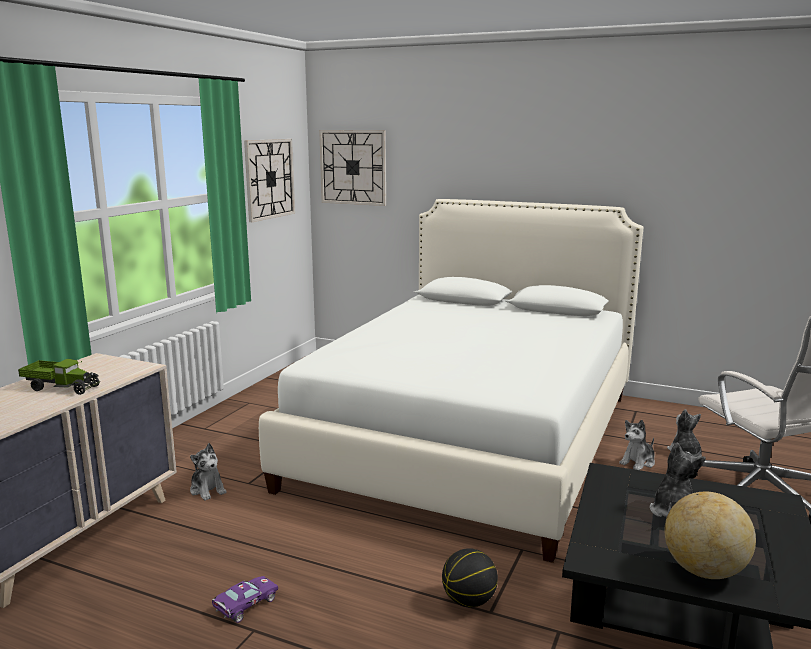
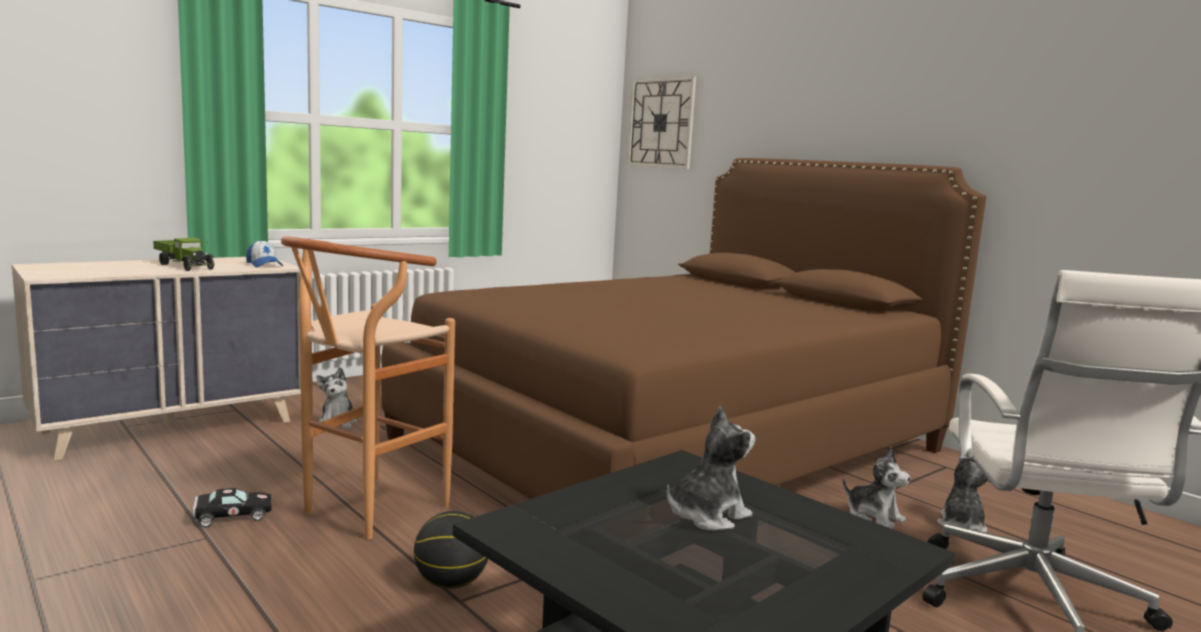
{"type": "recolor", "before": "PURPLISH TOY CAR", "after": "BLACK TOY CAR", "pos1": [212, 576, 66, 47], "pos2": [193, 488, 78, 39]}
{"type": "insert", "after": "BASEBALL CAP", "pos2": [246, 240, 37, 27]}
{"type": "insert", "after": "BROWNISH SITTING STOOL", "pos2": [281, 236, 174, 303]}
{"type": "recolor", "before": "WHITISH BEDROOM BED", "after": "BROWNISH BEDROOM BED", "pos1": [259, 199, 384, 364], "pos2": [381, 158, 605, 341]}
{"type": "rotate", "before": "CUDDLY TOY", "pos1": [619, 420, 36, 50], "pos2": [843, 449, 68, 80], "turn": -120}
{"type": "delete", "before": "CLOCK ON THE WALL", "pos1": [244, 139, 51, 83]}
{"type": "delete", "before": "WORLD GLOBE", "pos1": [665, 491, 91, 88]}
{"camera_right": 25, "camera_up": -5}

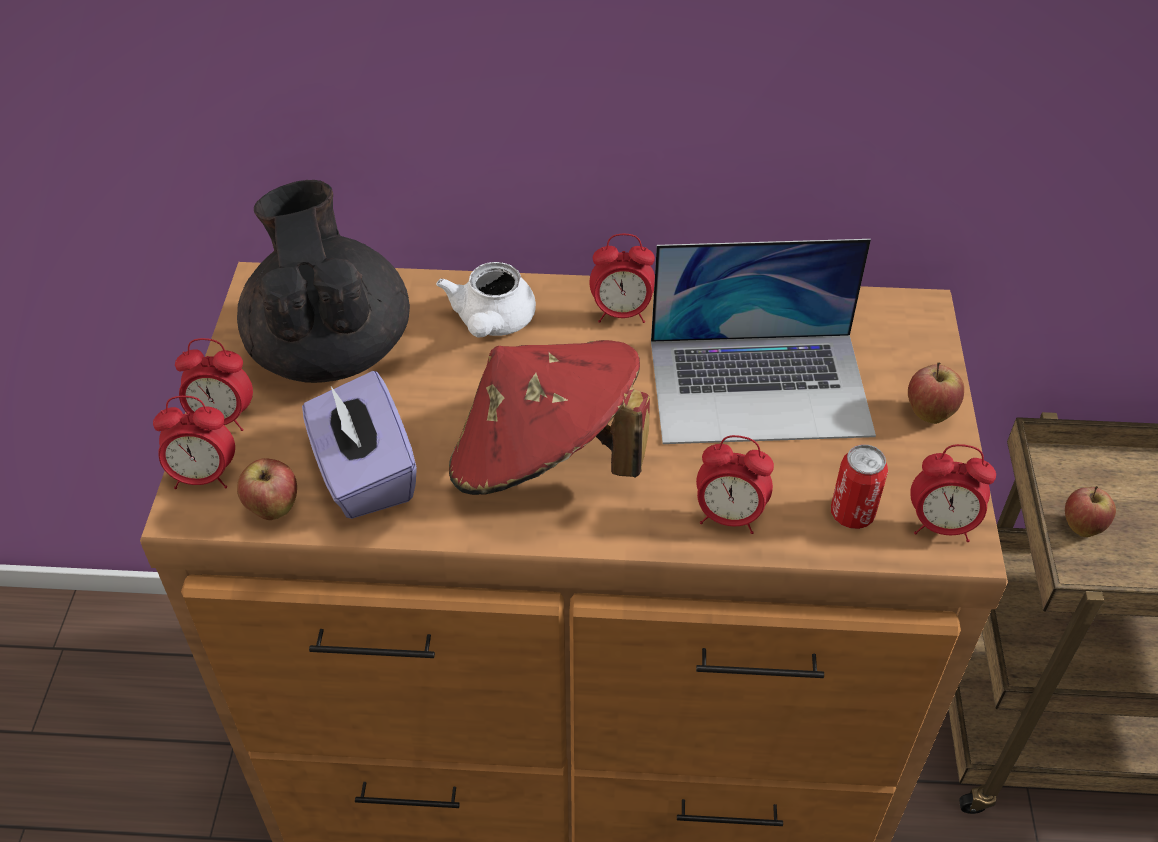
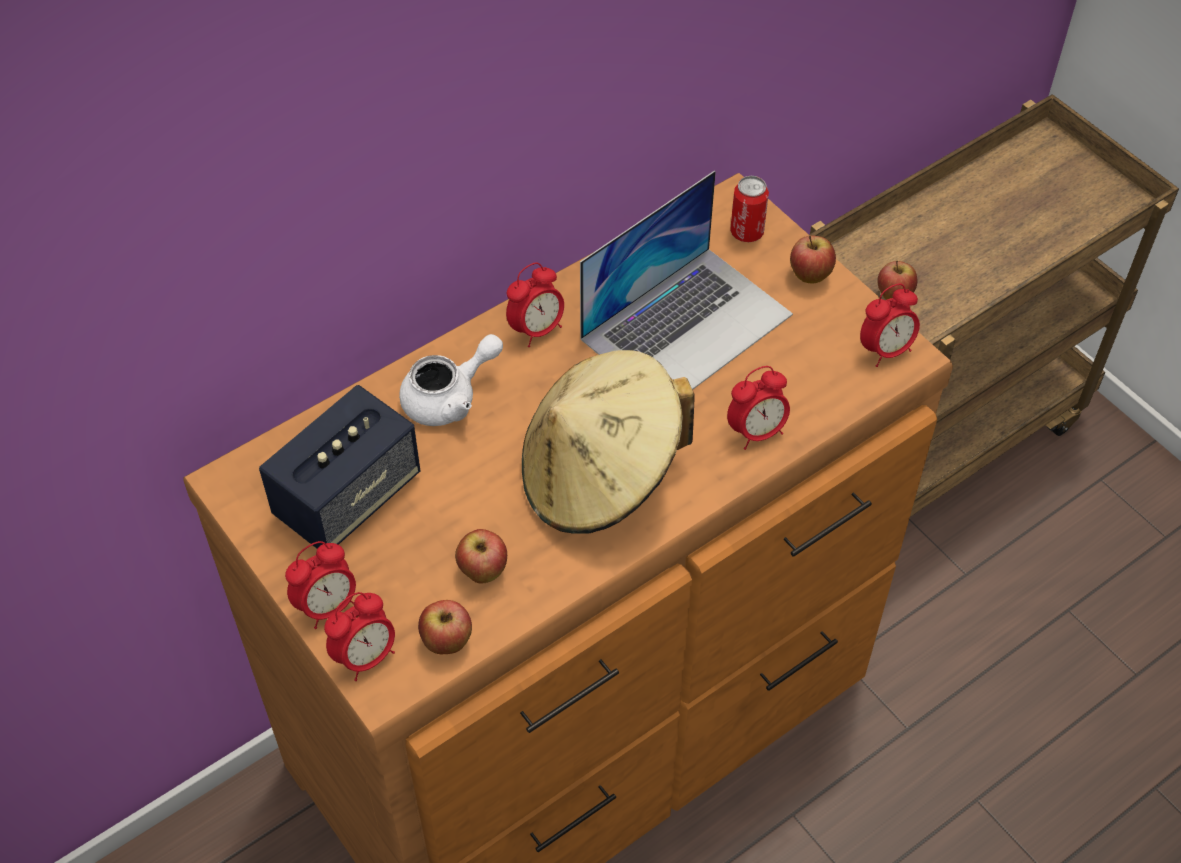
{"type": "replace", "before": "BLACK TEA POT", "after": "AUDIO SPEAKER", "pos1": [237, 180, 173, 203], "pos2": [259, 385, 161, 164]}
{"type": "rotate", "before": "WHITISH TEA POT", "pos1": [436, 262, 100, 75], "pos2": [399, 334, 104, 92], "turn": -90}
{"type": "replace", "before": "PURPLISH BOX OF TISSUES", "after": "APPLE", "pos1": [302, 371, 115, 148], "pos2": [455, 529, 52, 55]}
{"type": "recolor", "before": "REDDISH HAT", "after": "BEIGE HAT", "pos1": [449, 340, 201, 155], "pos2": [522, 350, 172, 184]}
{"type": "move", "before": "METAL CAN", "pos1": [831, 444, 57, 85], "pos2": [730, 176, 39, 66]}
{"camera_right": -40, "camera_up": 5}

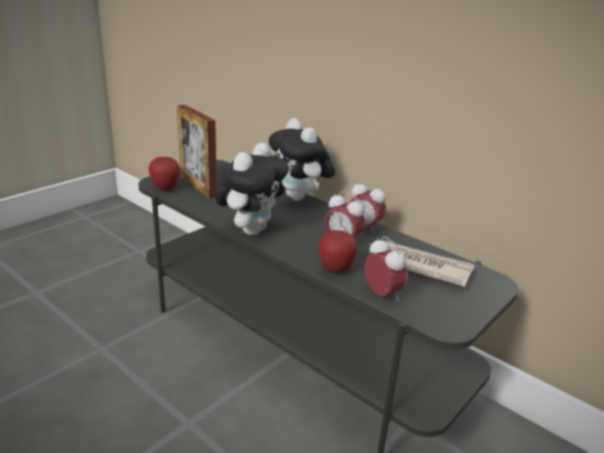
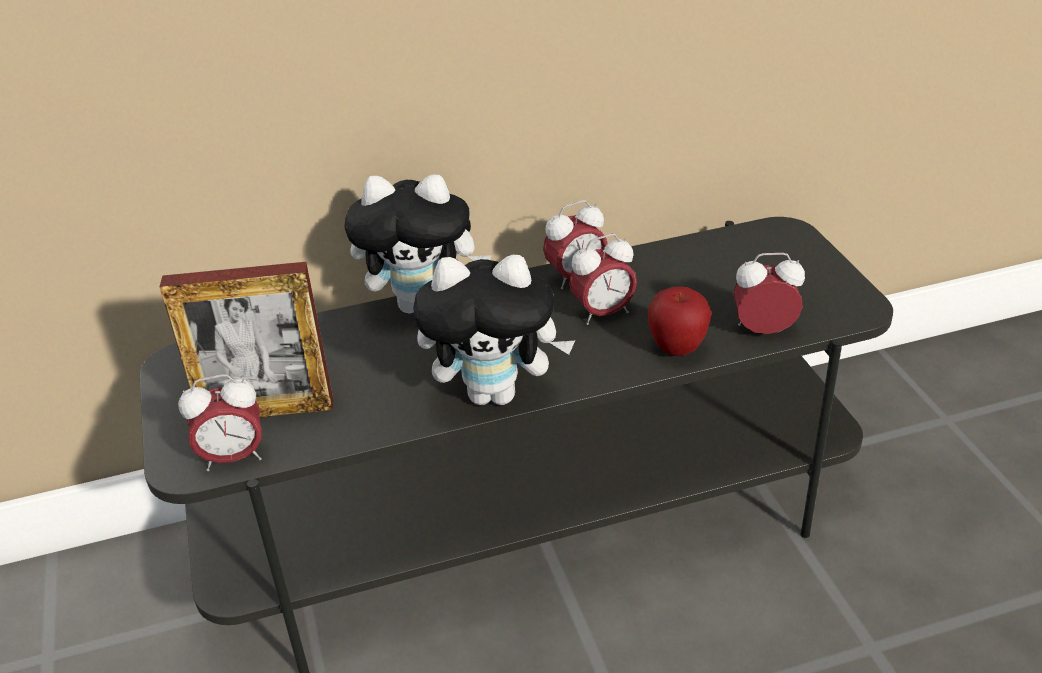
{"type": "replace", "before": "APPLE", "after": "BEDSIDE CLOCK", "pos1": [148, 157, 32, 33], "pos2": [178, 374, 84, 97]}
{"type": "rotate", "before": "CUDDLY TOY", "pos1": [215, 143, 74, 92], "pos2": [413, 255, 162, 150], "turn": 120}
{"type": "delete", "before": "PRINTED PAPER", "pos1": [374, 241, 101, 46]}
{"camera_right": -55, "camera_up": 10}

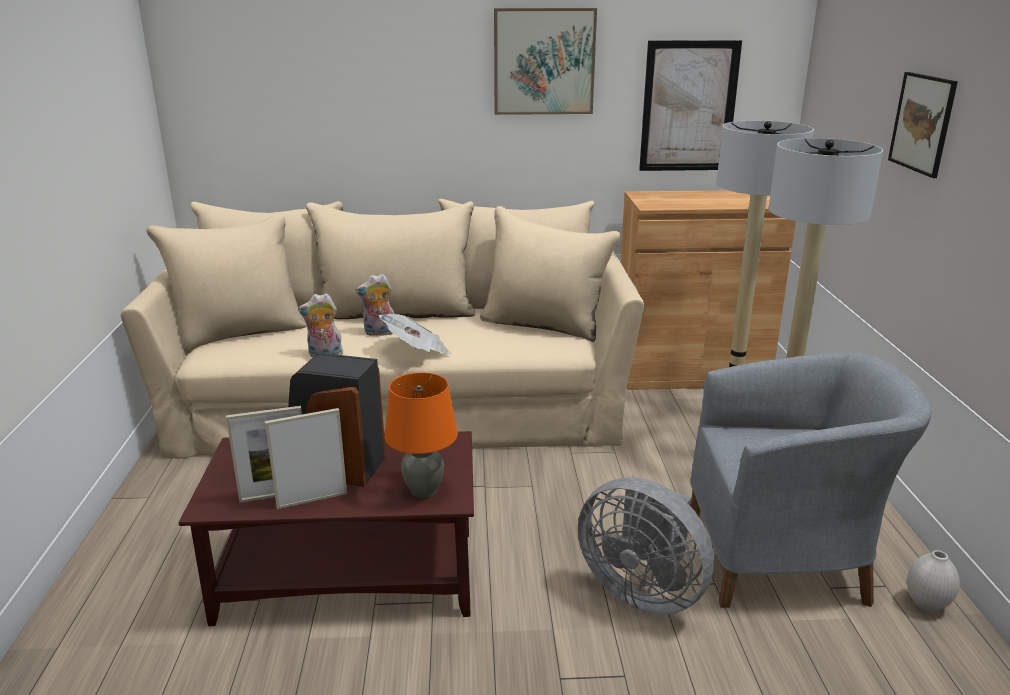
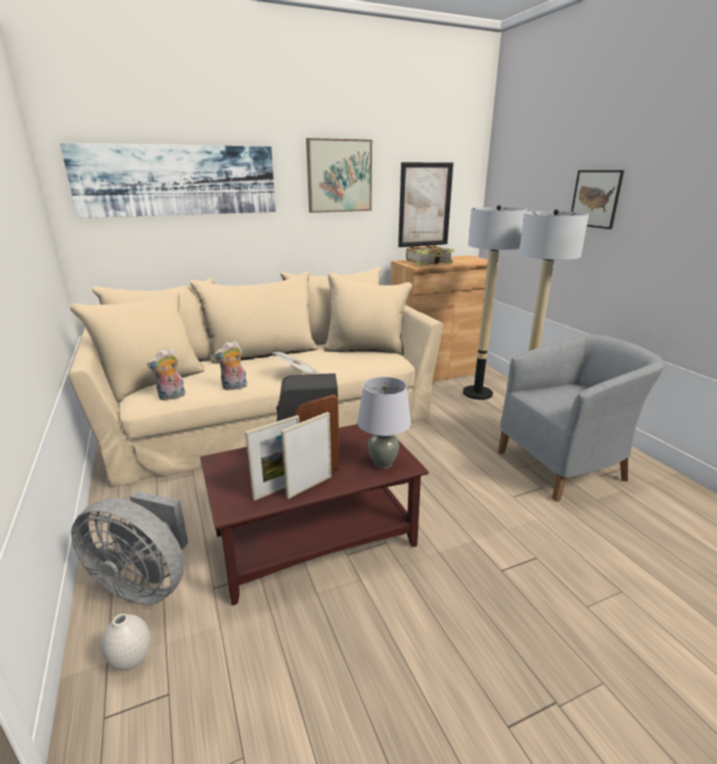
{"type": "insert", "after": "PICTURE", "pos2": [60, 143, 216, 75]}
{"type": "move", "before": "GRAY COOLING FAN", "pos1": [578, 476, 136, 139], "pos2": [71, 491, 117, 114]}
{"type": "move", "before": "WHITISH FLOWER VASE", "pos1": [907, 550, 53, 61], "pos2": [101, 614, 50, 56]}
{"type": "move", "before": "CUDDLY TOY", "pos1": [355, 274, 40, 62], "pos2": [147, 348, 39, 52]}
{"type": "recolor", "before": "ORANGE TABLE LAMP", "after": "GRAY TABLE LAMP", "pos1": [384, 372, 74, 126], "pos2": [357, 377, 54, 92]}
{"type": "insert", "after": "VOLUME", "pos2": [406, 245, 48, 21]}
{"camera_right": -20, "camera_up": 0}

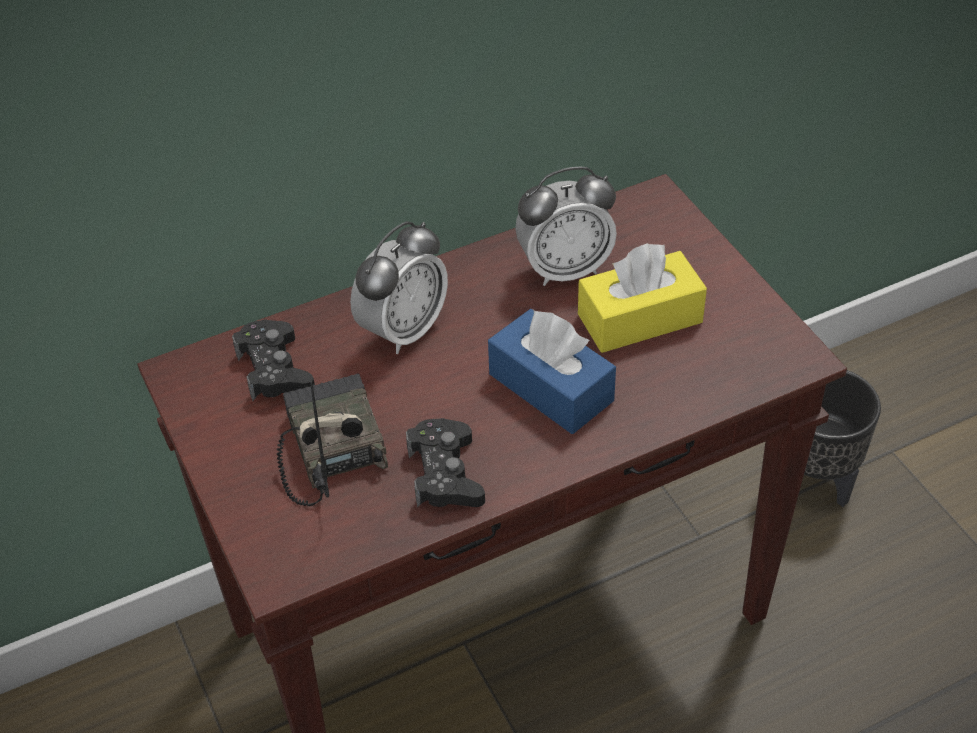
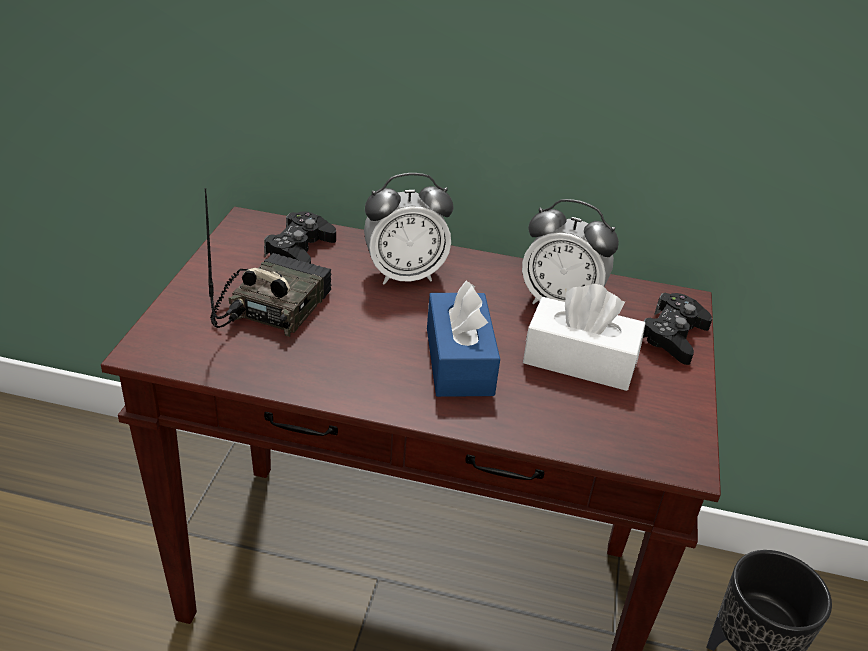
{"type": "recolor", "before": "YELLOW-COLOURED BOX OF TISSUES", "after": "WHITISH BOX OF TISSUES", "pos1": [578, 243, 129, 110], "pos2": [523, 284, 122, 107]}
{"type": "move", "before": "BLACK GAMEPAD", "pos1": [406, 418, 79, 89], "pos2": [643, 293, 69, 72]}
{"camera_right": 35, "camera_up": -10}

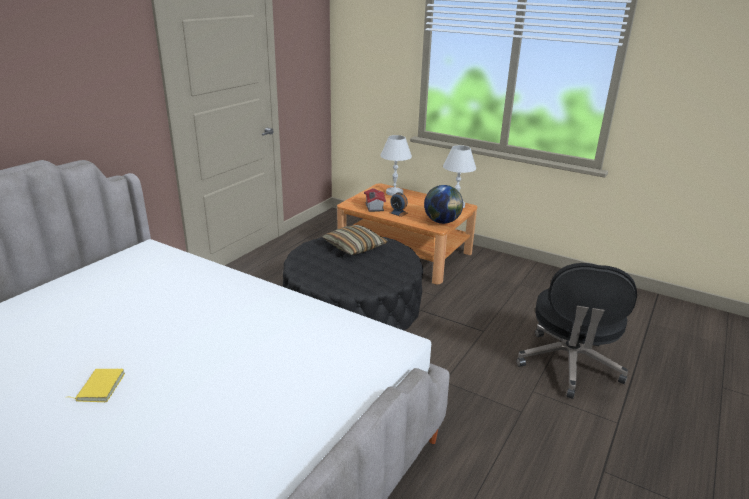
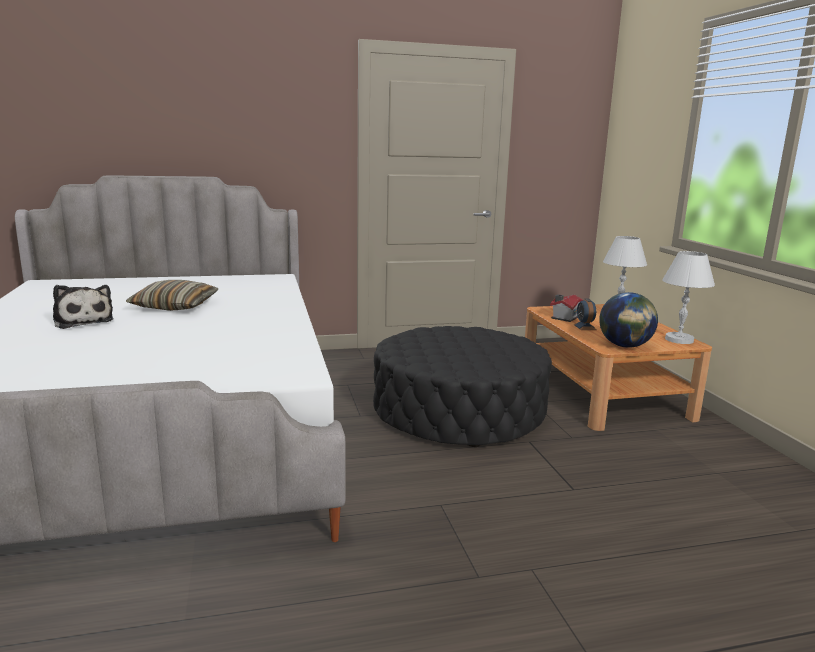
{"type": "replace", "before": "YELLOW-COLOURED VOLUME", "after": "CUDDLY TOY", "pos1": [65, 369, 60, 33], "pos2": [53, 285, 61, 44]}
{"type": "move", "before": "CUSHION", "pos1": [322, 225, 66, 30], "pos2": [126, 280, 92, 31]}
{"type": "delete", "before": "BLACK COMPUTER CHAIR", "pos1": [516, 263, 121, 136]}
{"camera_right": 45, "camera_up": -10}

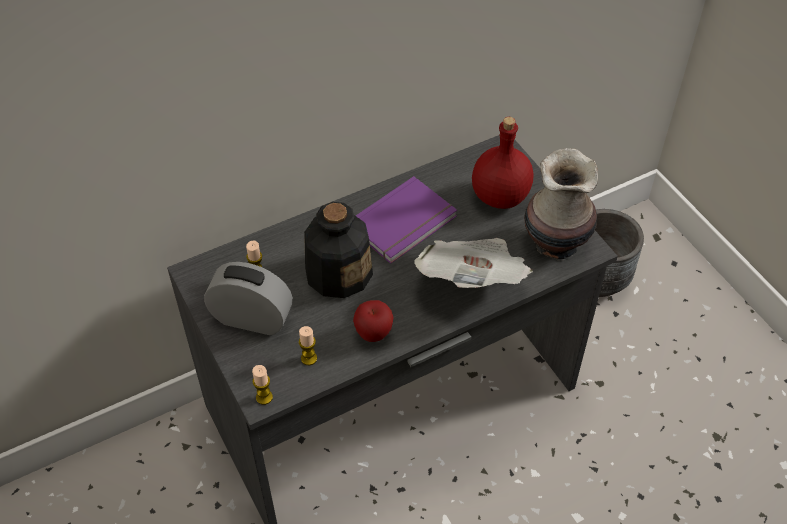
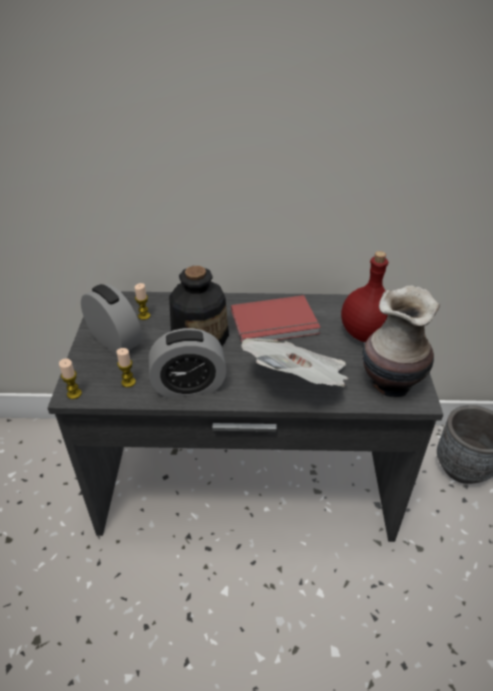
{"type": "replace", "before": "APPLE", "after": "BEDSIDE CLOCK", "pos1": [353, 300, 41, 42], "pos2": [149, 328, 78, 70]}
{"type": "recolor", "before": "PURPLISH VOLUME", "after": "REDDISH VOLUME", "pos1": [356, 176, 101, 88], "pos2": [231, 295, 90, 47]}
{"camera_right": 30, "camera_up": -10}

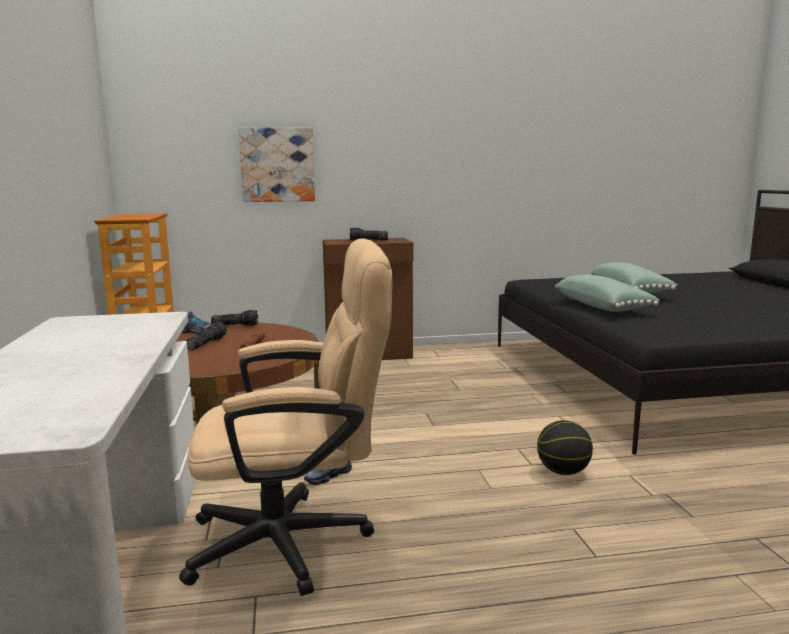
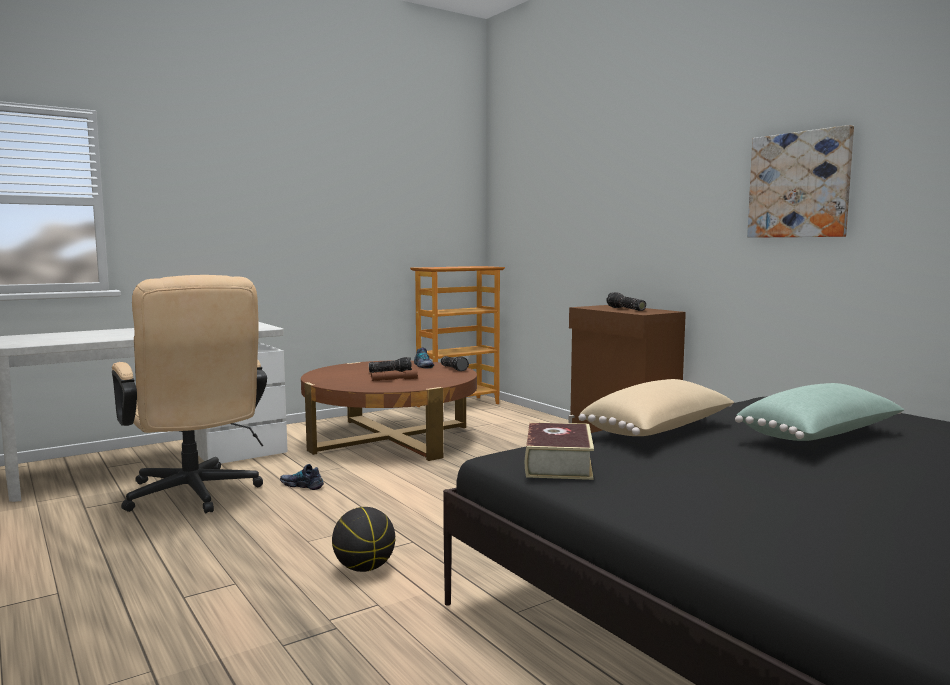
{"type": "insert", "after": "VOLUME", "pos2": [525, 422, 69, 58]}
{"type": "recolor", "before": "GREENISH CUSHION", "after": "BEIGE CUSHION", "pos1": [555, 275, 105, 37], "pos2": [579, 379, 155, 57]}
{"type": "move", "before": "PICTURE", "pos1": [239, 128, 76, 74], "pos2": [747, 125, 107, 113]}
{"camera_right": 65, "camera_up": -5}

